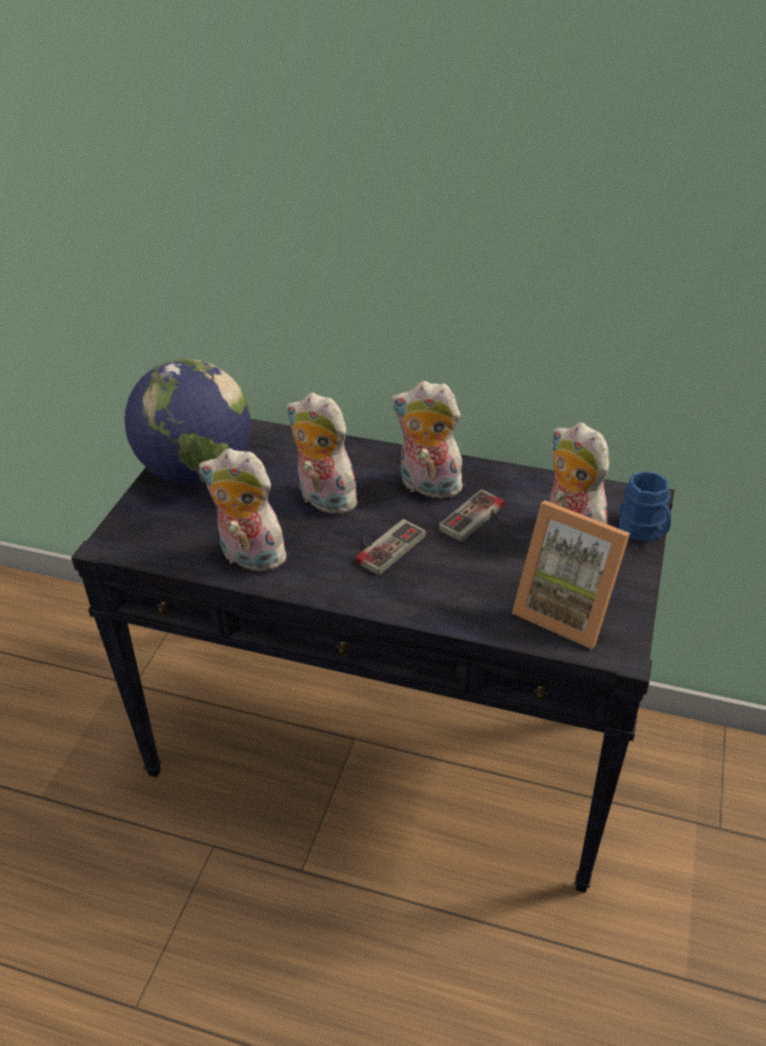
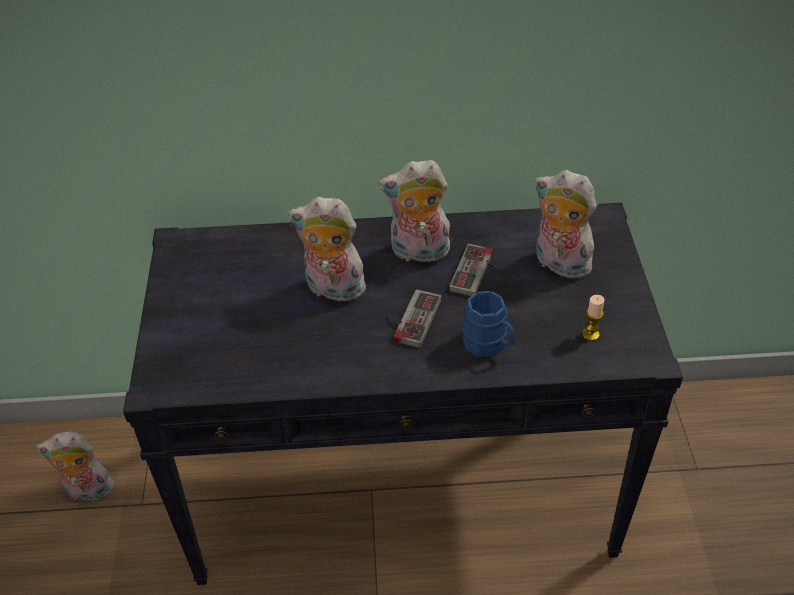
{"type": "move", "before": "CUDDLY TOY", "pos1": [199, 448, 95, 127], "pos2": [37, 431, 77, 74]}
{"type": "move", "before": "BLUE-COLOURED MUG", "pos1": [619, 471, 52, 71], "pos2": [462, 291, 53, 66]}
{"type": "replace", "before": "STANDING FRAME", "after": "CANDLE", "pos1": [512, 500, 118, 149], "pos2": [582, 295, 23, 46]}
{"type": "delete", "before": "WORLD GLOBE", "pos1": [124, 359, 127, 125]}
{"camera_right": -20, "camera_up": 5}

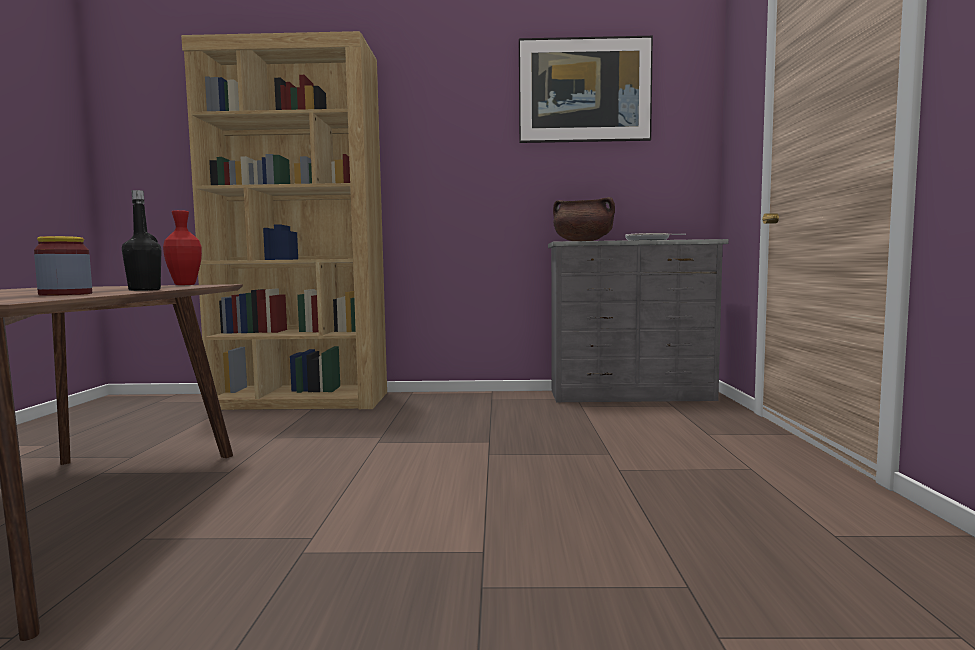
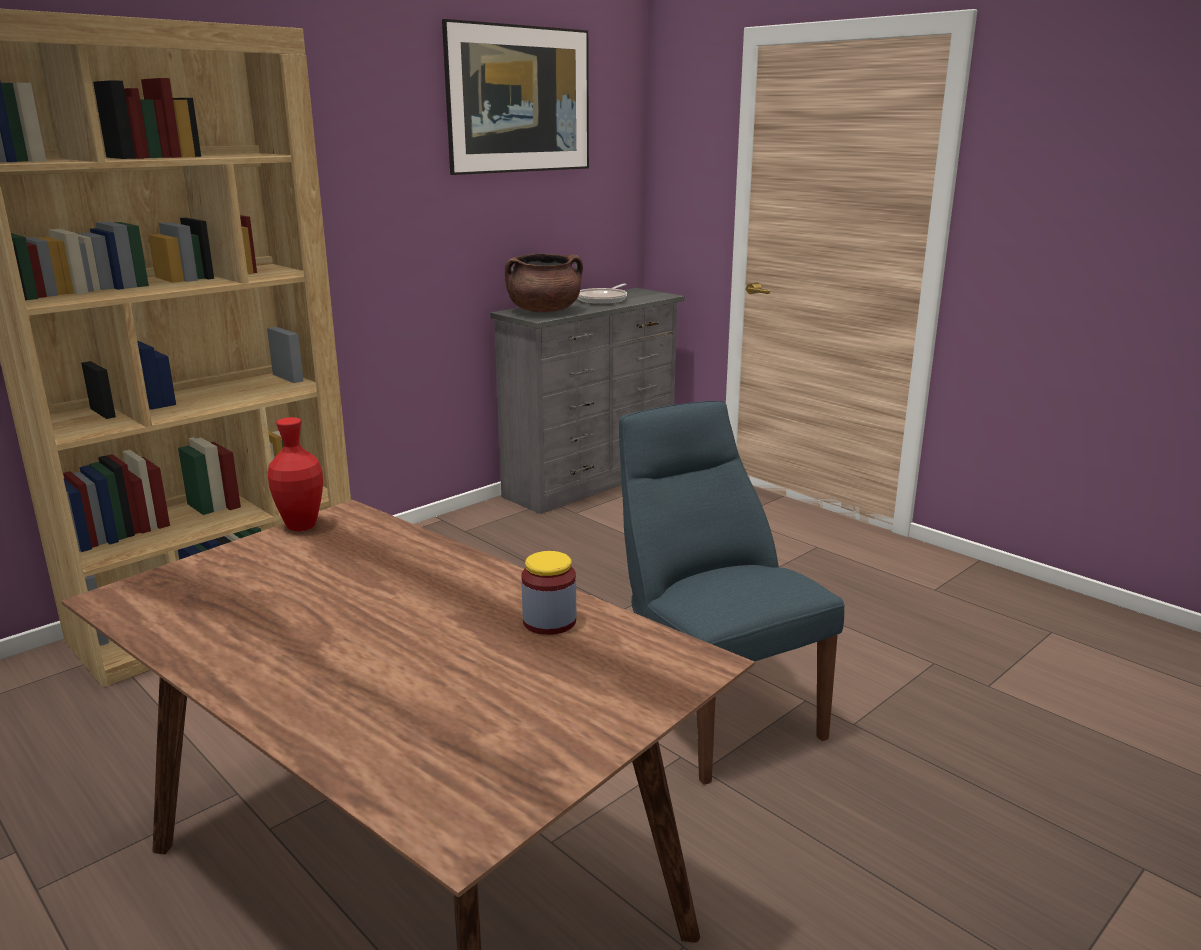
{"type": "insert", "after": "BLUE-COLOURED PLAIN CHAIR", "pos2": [619, 401, 226, 384]}
{"type": "delete", "before": "BLACK BOTTLE", "pos1": [122, 190, 39, 101]}
{"camera_right": -45, "camera_up": 15}

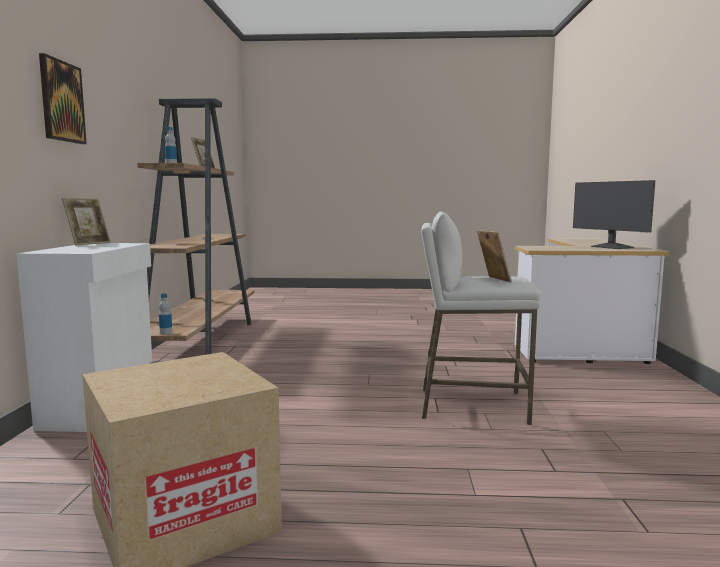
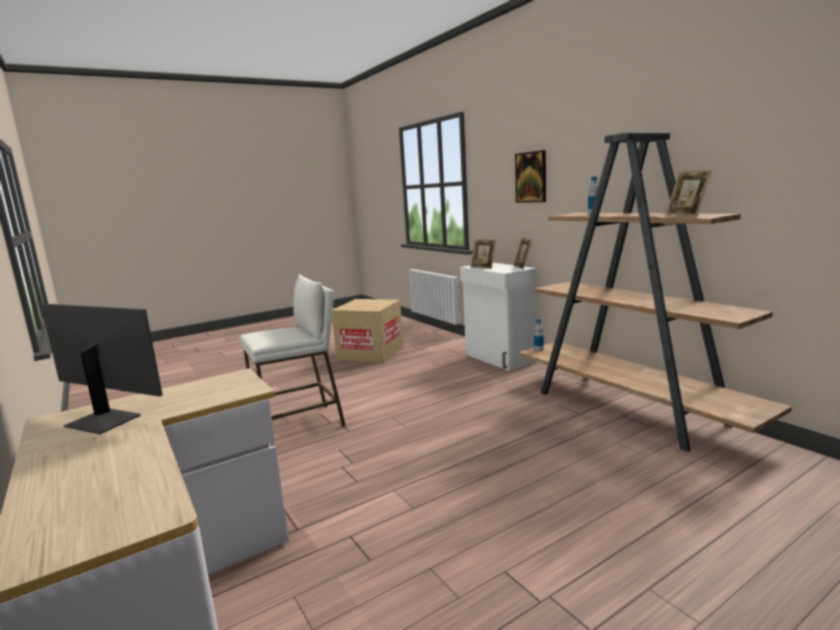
{"type": "move", "before": "STANDING FRAME", "pos1": [477, 230, 35, 53], "pos2": [470, 239, 26, 30]}
{"camera_right": 145, "camera_up": 5}

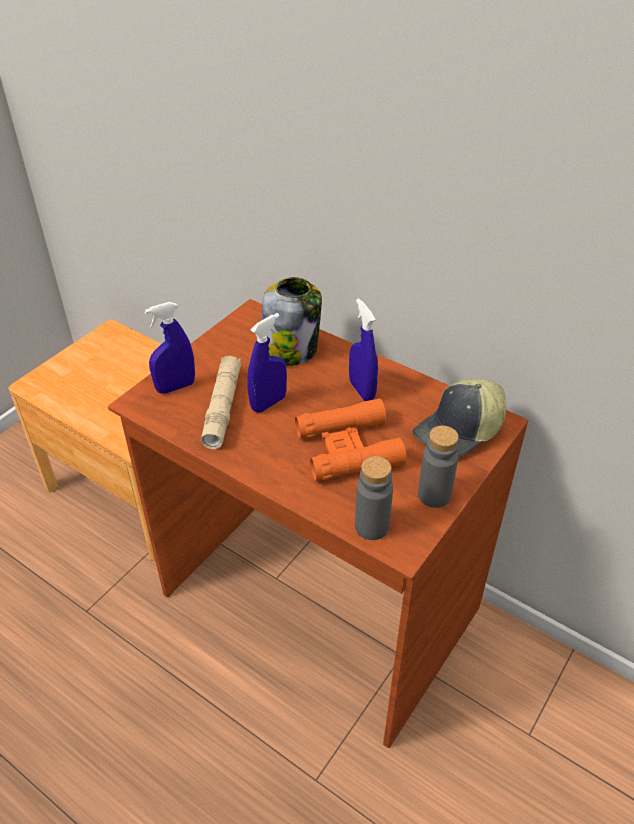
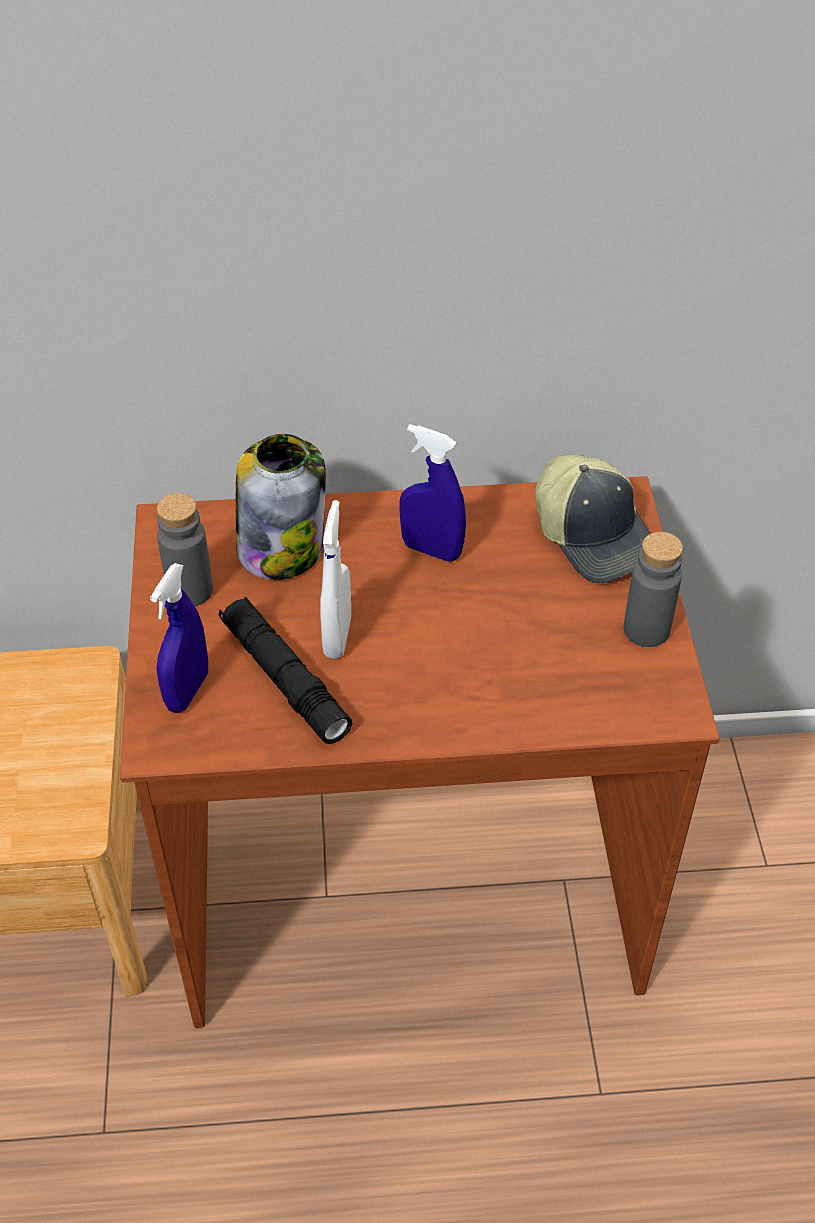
{"type": "move", "before": "GRAY BOTTLE", "pos1": [355, 456, 38, 84], "pos2": [157, 493, 56, 113]}
{"type": "recolor", "before": "BEIGE HAND TORCH", "after": "BLACK HAND TORCH", "pos1": [201, 356, 40, 93], "pos2": [219, 596, 133, 148]}
{"type": "recolor", "before": "BLUE-COLOURED HAND SPRAYER", "after": "WHITISH HAND SPRAYER", "pos1": [247, 313, 40, 100], "pos2": [321, 500, 30, 159]}
{"type": "rotate", "before": "BASEBALL CAP", "pos1": [412, 379, 94, 79], "pos2": [535, 455, 115, 128], "turn": -45}
{"type": "delete", "before": "ORANGE BINOCULARS", "pos1": [295, 398, 112, 83]}
{"camera_right": -40, "camera_up": 5}

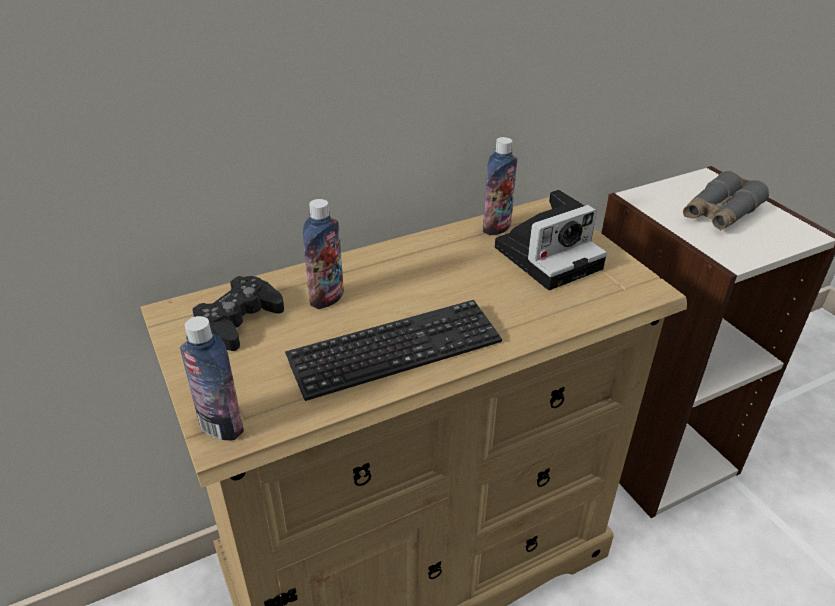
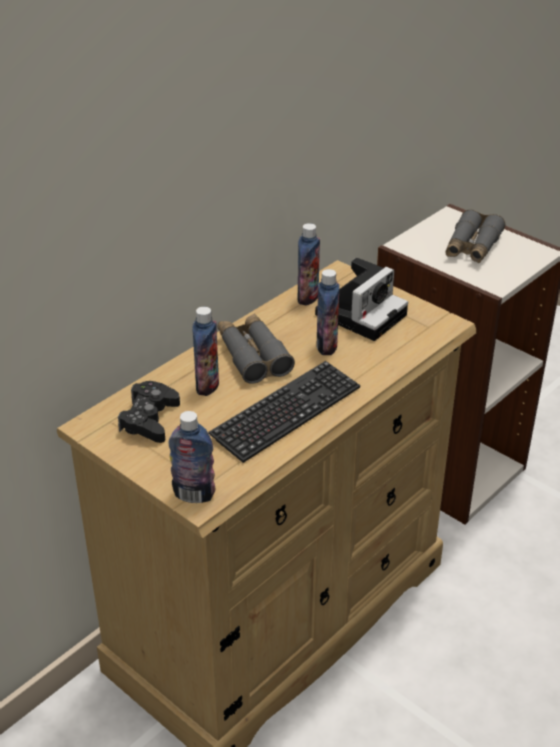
{"type": "insert", "after": "GRAY BINOCULARS", "pos2": [218, 314, 77, 70]}
{"type": "insert", "after": "BOTTLE", "pos2": [316, 269, 24, 86]}
{"camera_right": -20, "camera_up": 0}

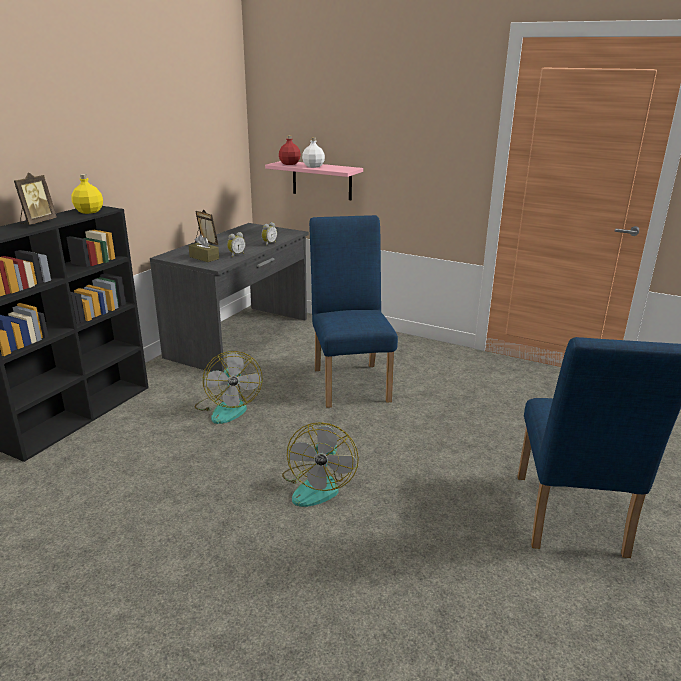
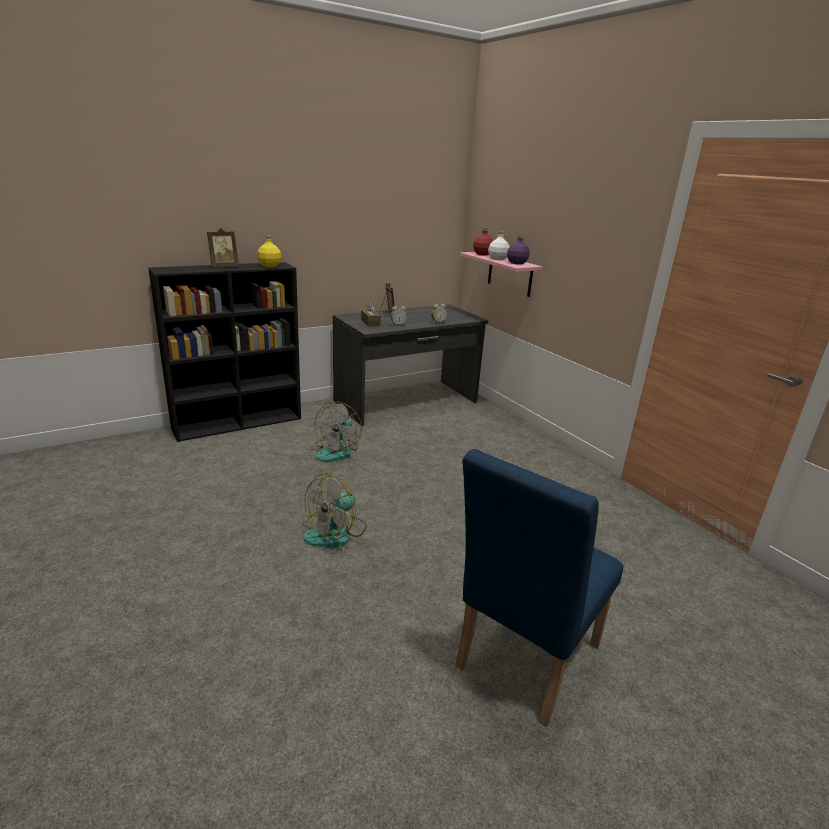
{"type": "insert", "after": "PURPLISH BOTTLE", "pos2": [507, 235, 23, 30]}
{"type": "delete", "before": "BLUE-COLOURED PLAIN CHAIR", "pos1": [309, 215, 89, 193]}
{"camera_right": 30, "camera_up": 0}

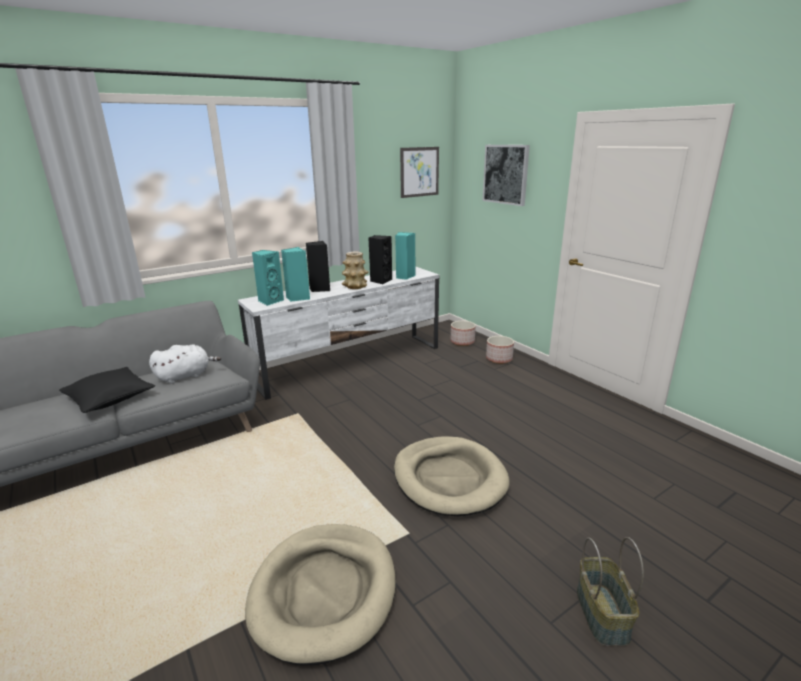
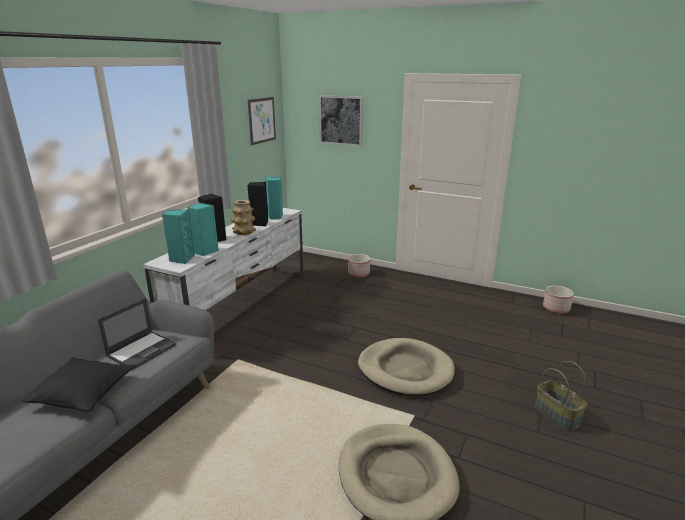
{"type": "replace", "before": "WHITISH CUDDLY TOY", "after": "PORTABLE COMPUTER", "pos1": [149, 345, 72, 39], "pos2": [98, 298, 79, 72]}
{"type": "move", "before": "PLANTER", "pos1": [451, 321, 25, 25], "pos2": [543, 286, 31, 28]}
{"camera_right": -30, "camera_up": 0}

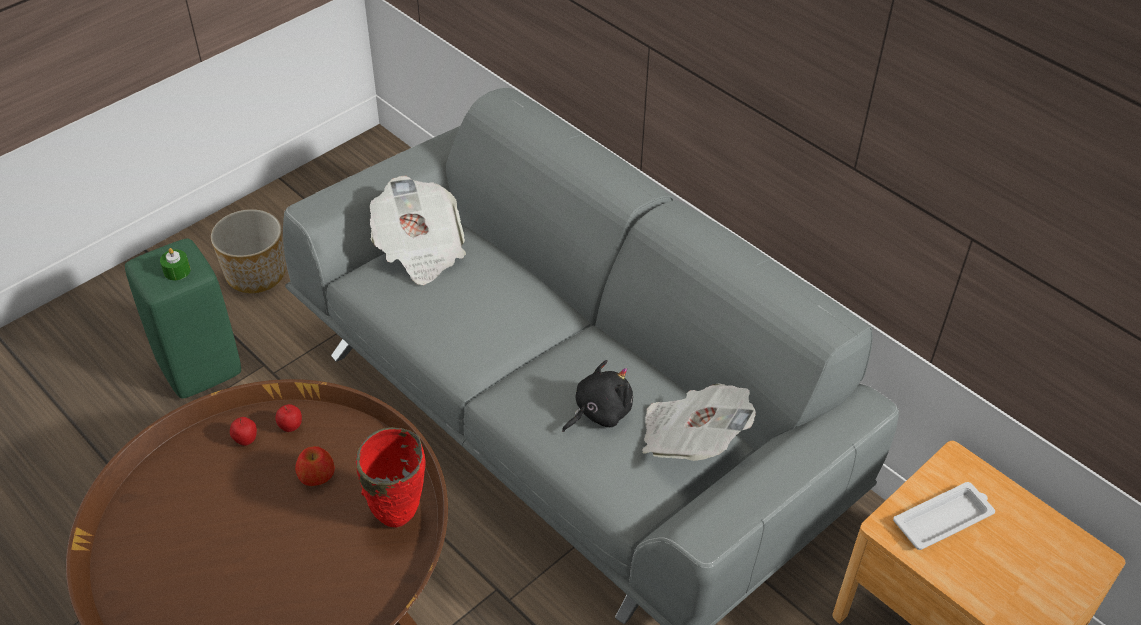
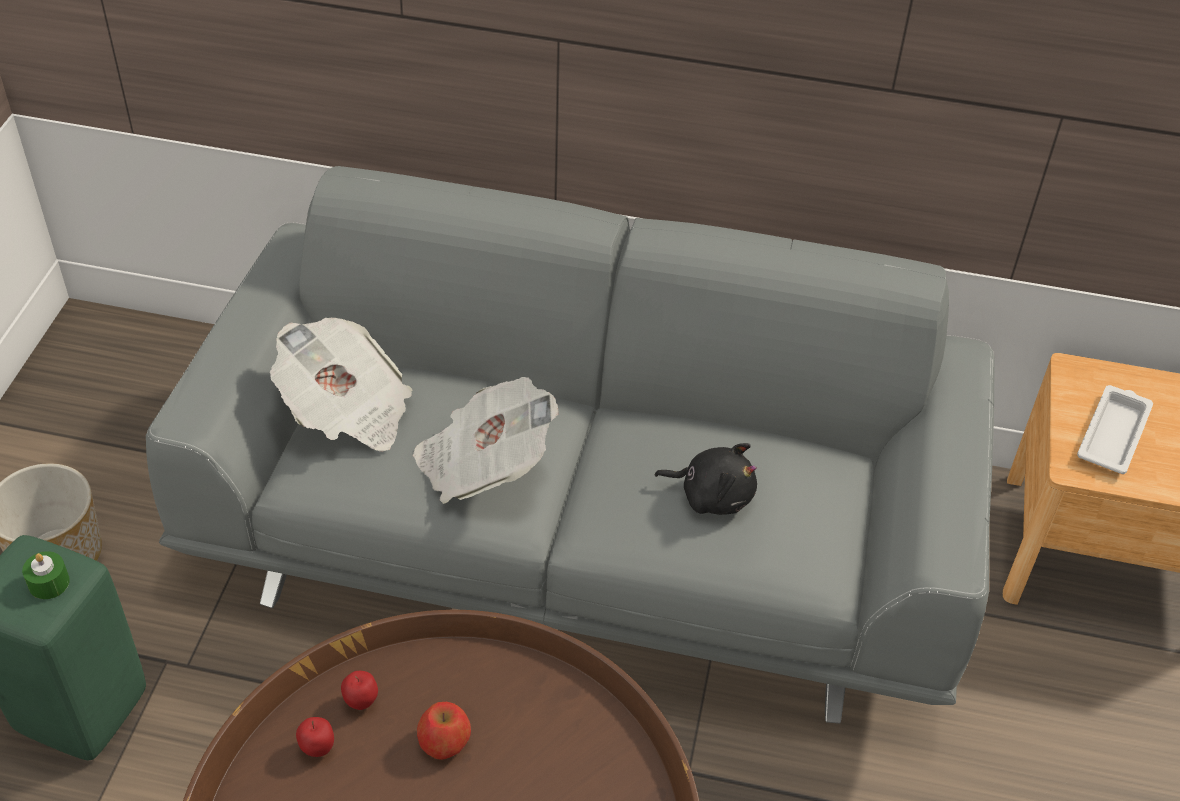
{"type": "move", "before": "PRINTED PAPER", "pos1": [642, 383, 114, 78], "pos2": [413, 377, 146, 127]}
{"type": "rotate", "before": "BLACK CUDDLY TOY", "pos1": [562, 360, 71, 72], "pos2": [654, 443, 103, 72], "turn": 90}
{"type": "delete", "before": "REDDISH FLOWER VASE", "pos1": [356, 427, 70, 100]}
{"camera_right": -35, "camera_up": 0}

